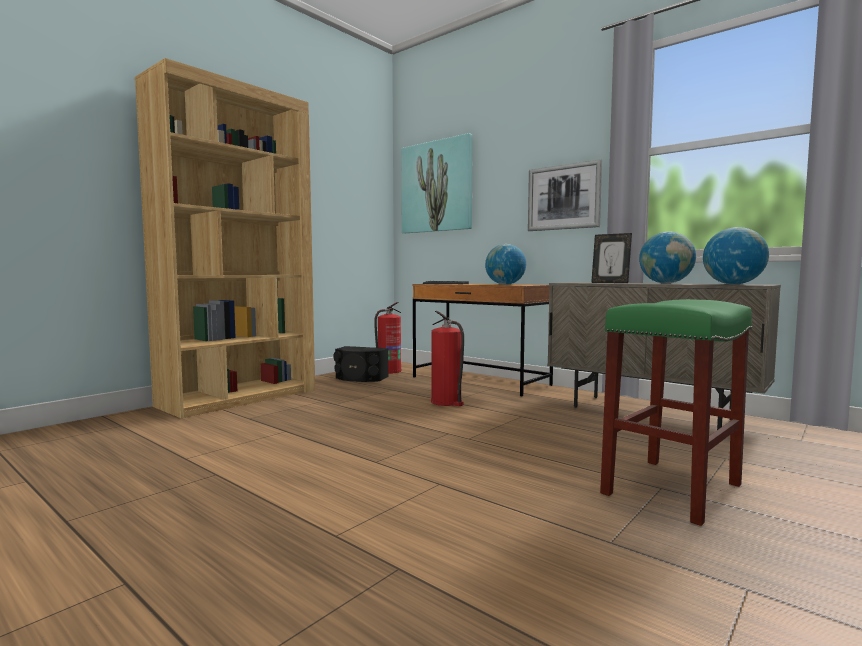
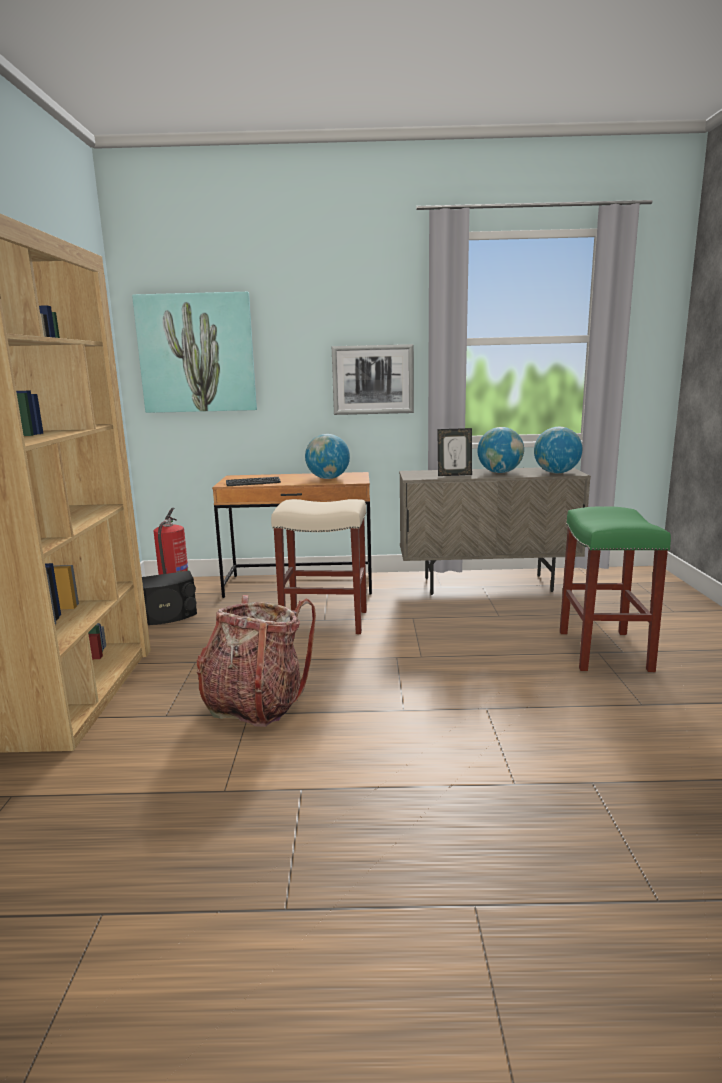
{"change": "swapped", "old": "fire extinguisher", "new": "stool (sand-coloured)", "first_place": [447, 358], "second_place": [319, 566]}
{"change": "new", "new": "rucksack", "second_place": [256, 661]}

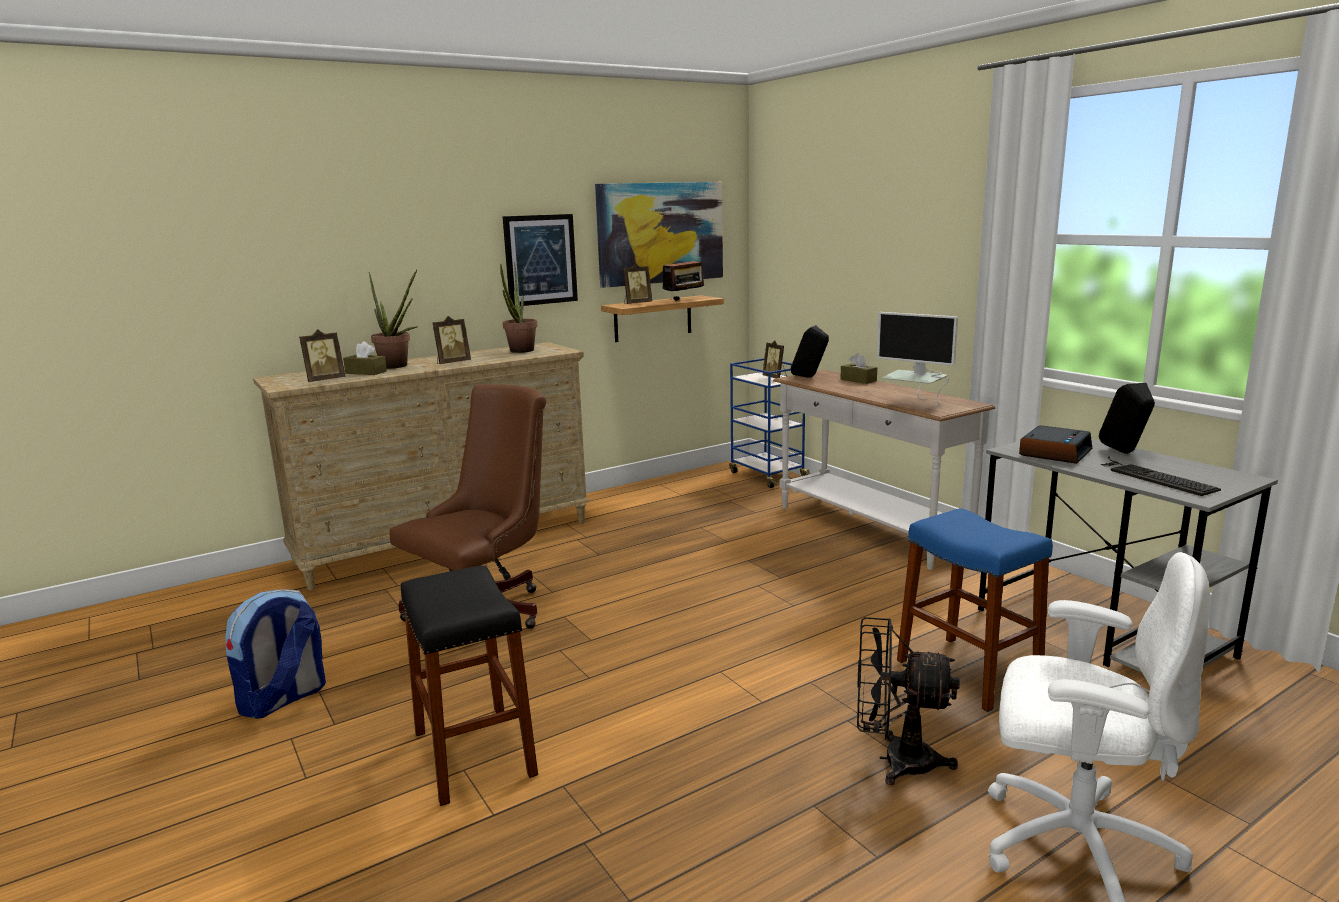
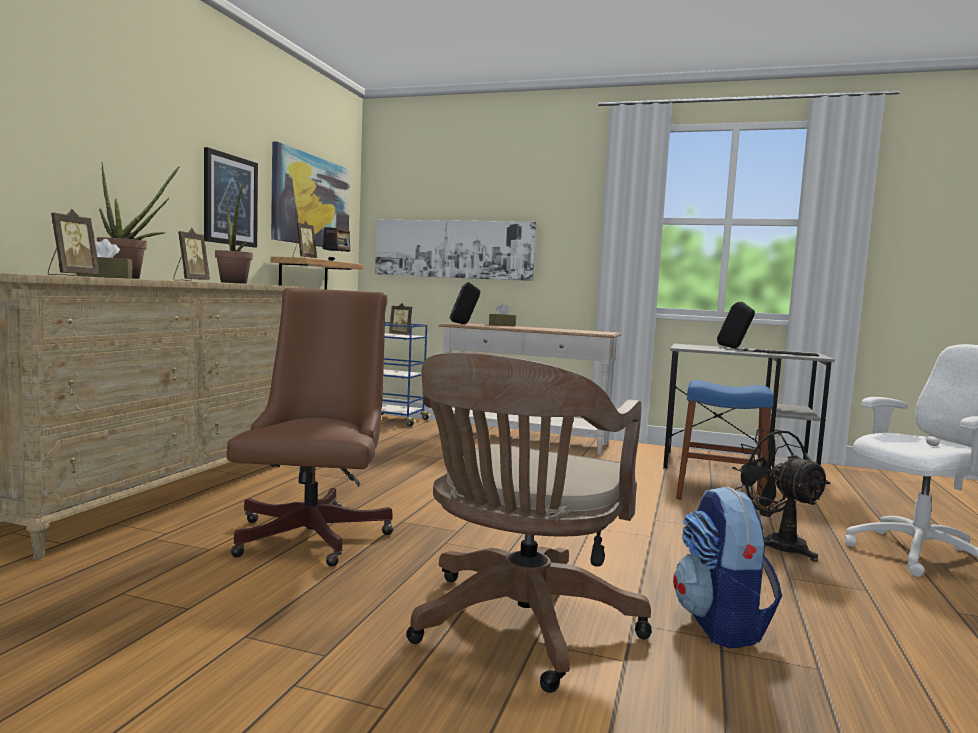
{"change": "shifted", "old": "rucksack", "first_place": [275, 654], "second_place": [727, 567]}
{"change": "swapped", "old": "stool (black)", "new": "office chair (brown-coloured)", "first_place": [469, 685], "second_place": [529, 522]}
{"change": "rotated", "old": "electric fan (black)", "first_place": [908, 701], "second_place": [781, 495], "degrees": 90}
{"change": "gone", "old": "monitor", "first_place": [917, 359]}
{"change": "gone", "old": "alarm clock", "first_place": [1056, 444]}
{"change": "new", "new": "wall picture", "second_place": [456, 250]}

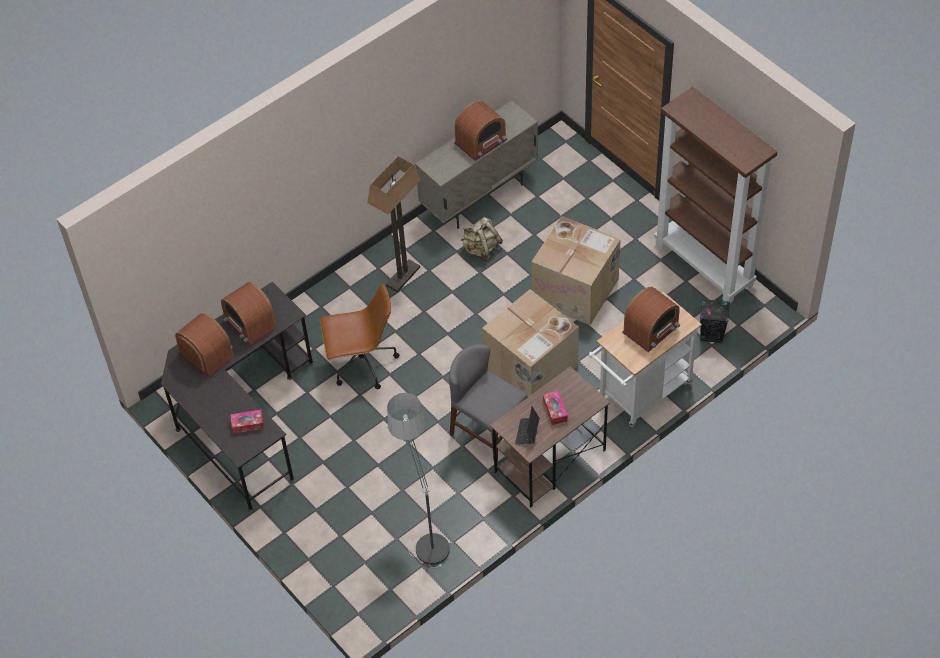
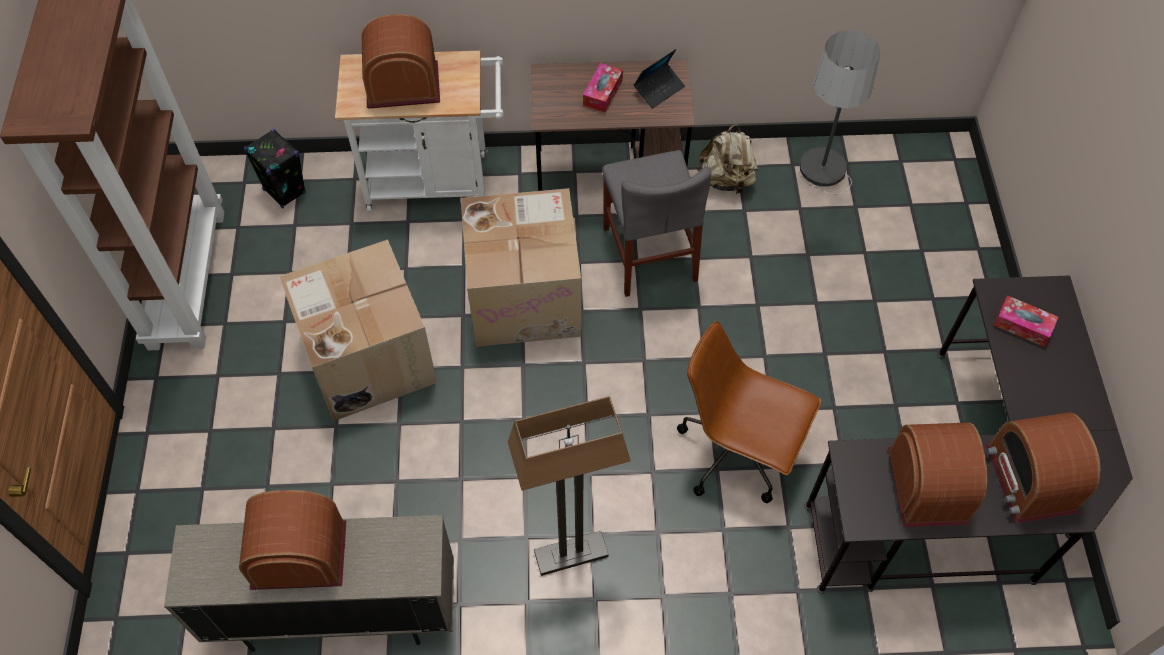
{"change": "shifted", "old": "rucksack (sand-coloured)", "first_place": [482, 239], "second_place": [728, 159]}

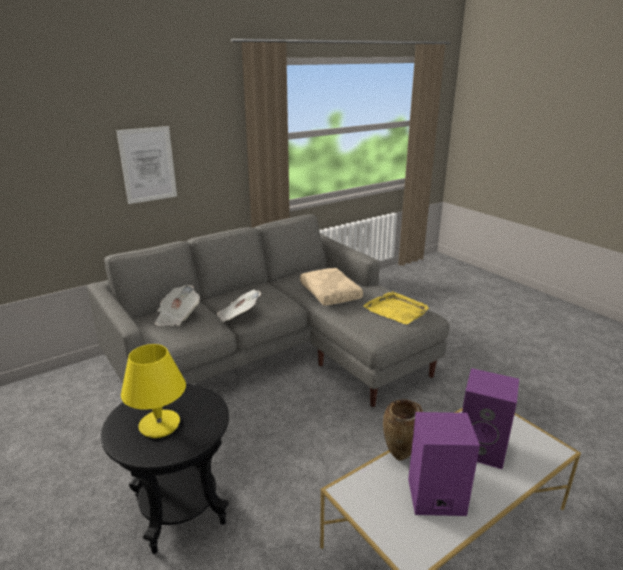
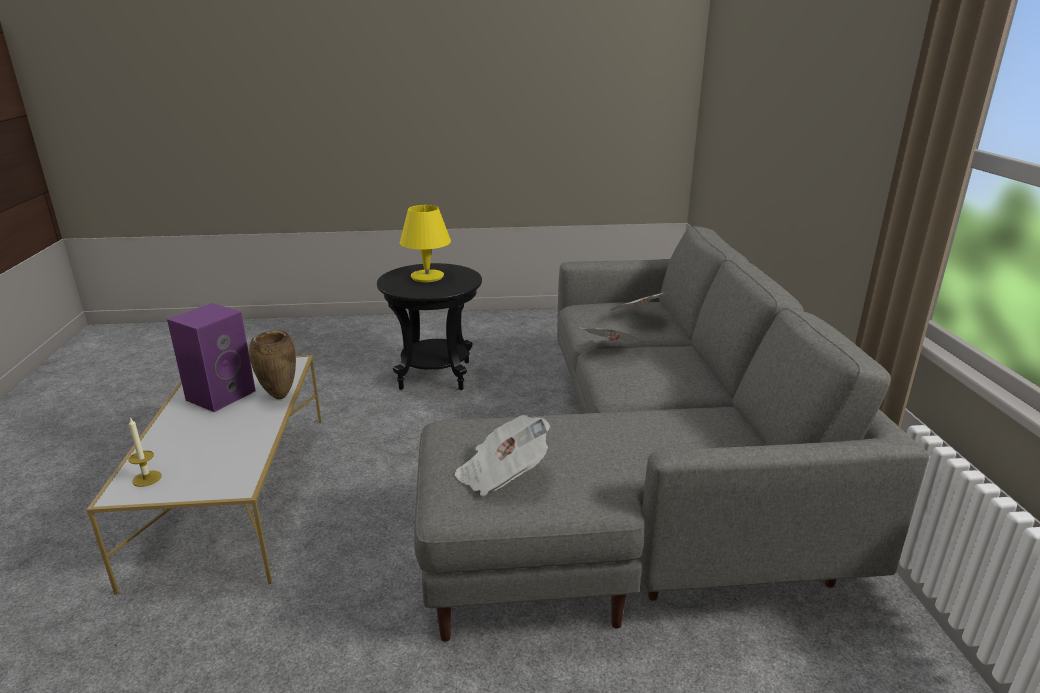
{"change": "gone", "old": "wall picture", "first_place": [146, 165]}
{"change": "gone", "old": "pillow (sand-coloured)", "first_place": [331, 287]}
{"change": "swapped", "old": "carrying tray (yellow-coloured)", "new": "newspaper", "first_place": [397, 307], "second_place": [503, 455]}
{"change": "gone", "old": "loudspeaker (purplish)", "first_place": [490, 418]}
{"change": "new", "new": "wax light", "second_place": [145, 452]}

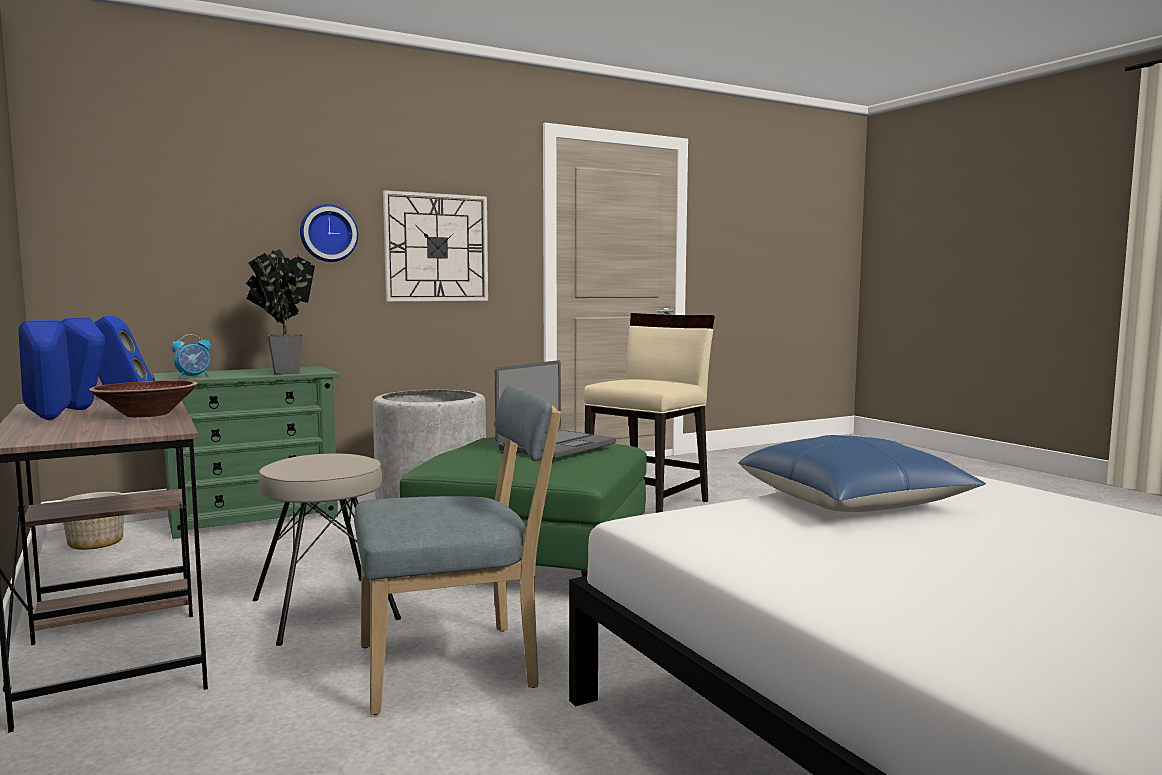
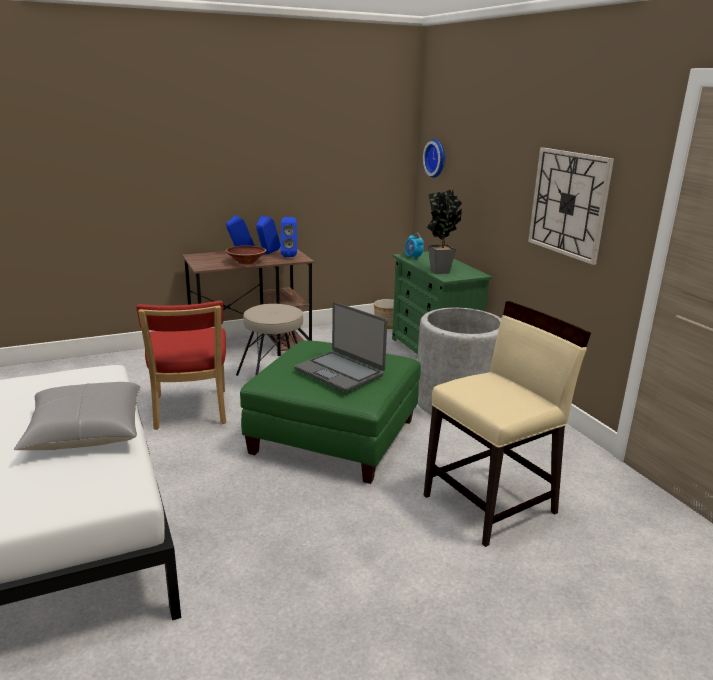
{"change": "shifted", "old": "clock on the wall", "first_place": [329, 233], "second_place": [434, 158]}
{"change": "repainted", "old": "plain chair (bluish)", "new": "plain chair (red-coloured)", "first_place": [457, 550], "second_place": [181, 365]}
{"change": "rotated", "old": "plain chair (sand-coloured)", "first_place": [649, 413], "second_place": [507, 424], "degrees": -75}
{"change": "repainted", "old": "pillow (bluish)", "new": "pillow (grey)", "first_place": [862, 473], "second_place": [77, 416]}

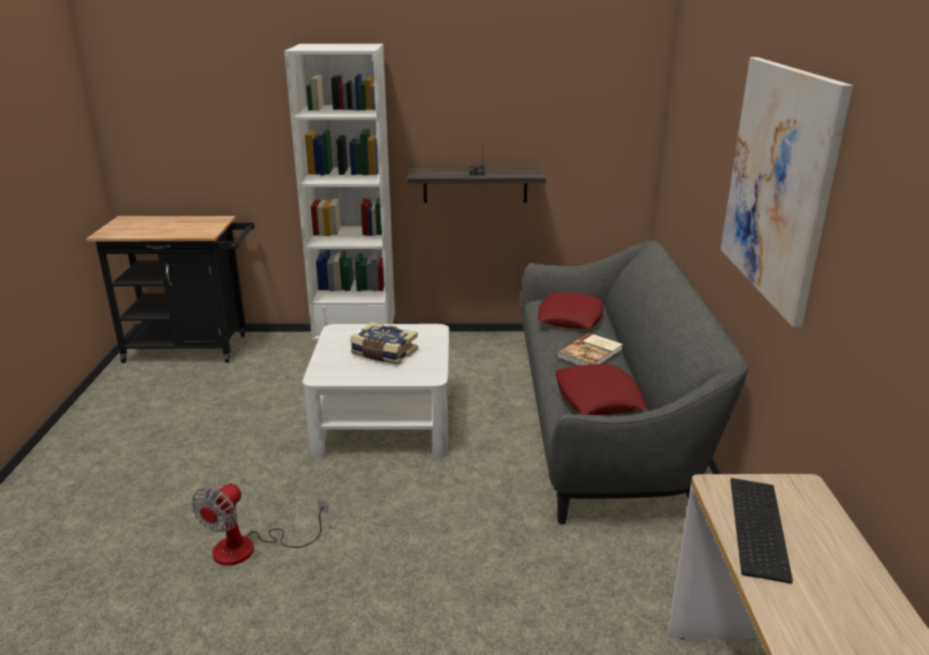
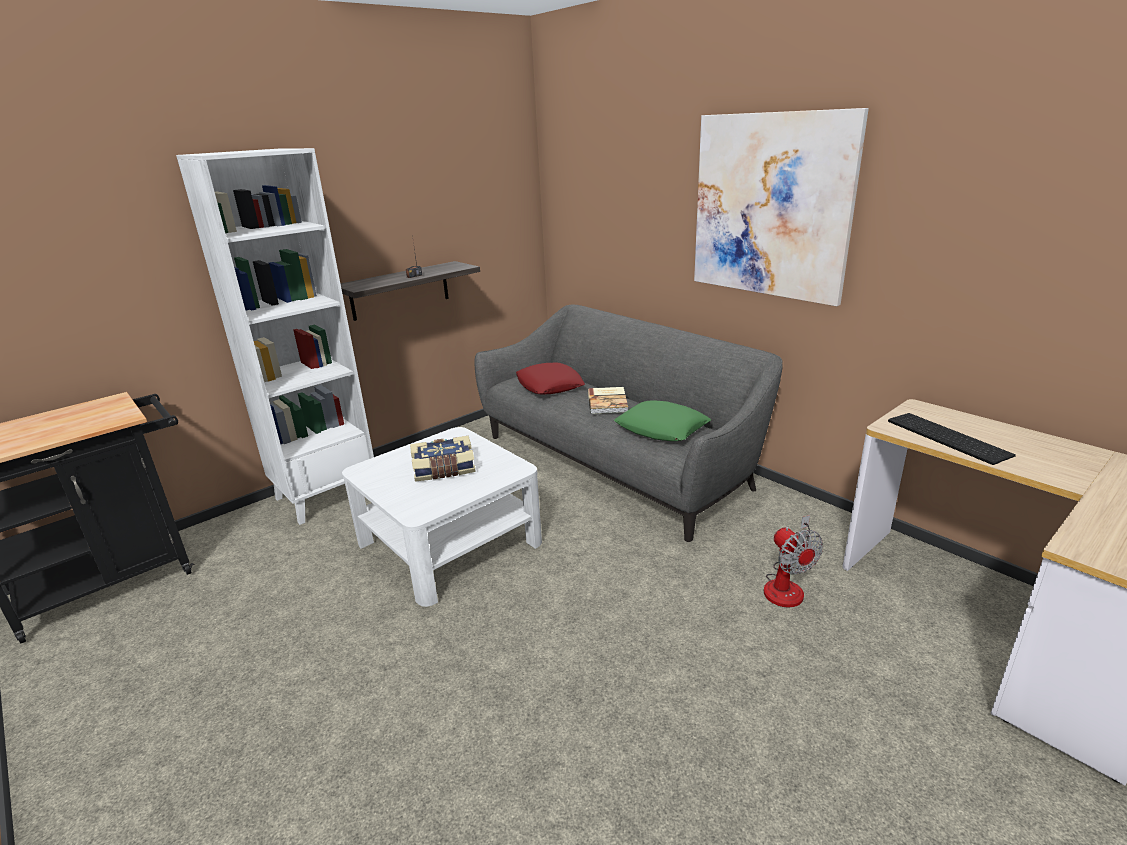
{"change": "shifted", "old": "electric fan", "first_place": [259, 524], "second_place": [793, 561]}
{"change": "repainted", "old": "pillow (red-coloured)", "new": "pillow (green-coloured)", "first_place": [601, 389], "second_place": [662, 420]}

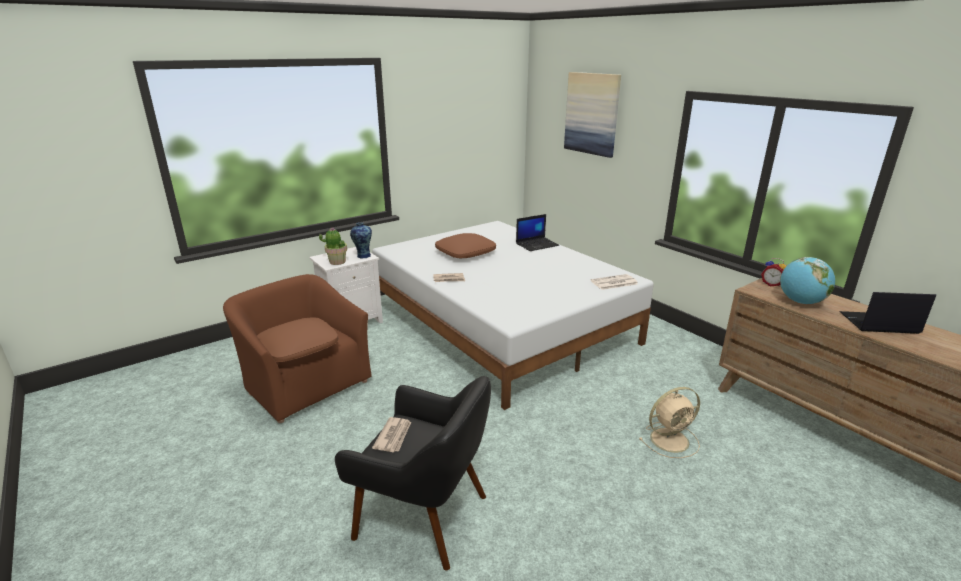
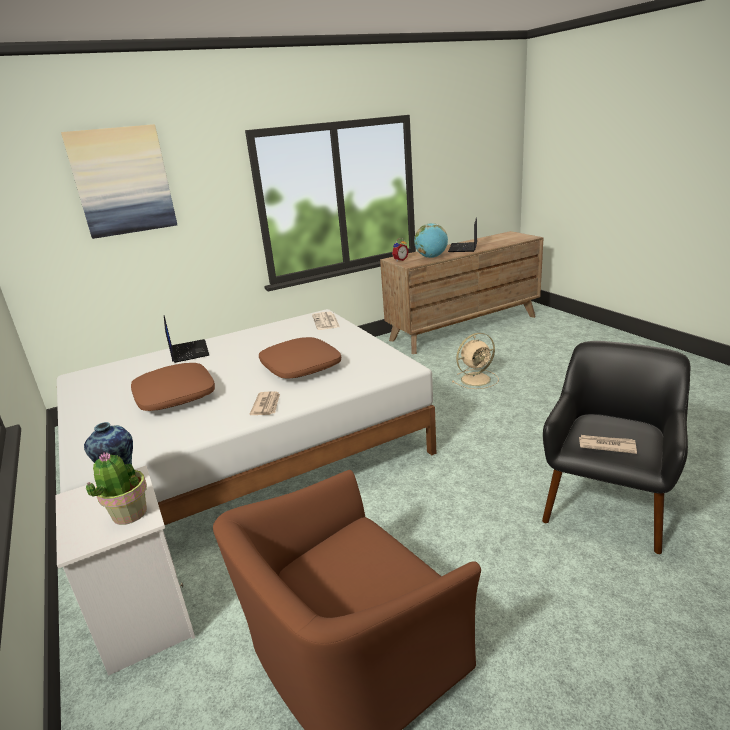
{"change": "shifted", "old": "pillow (brown-coloured)", "first_place": [297, 339], "second_place": [300, 357]}
{"change": "rotated", "old": "electric fan (sand-coloured)", "first_place": [669, 422], "second_place": [475, 361], "degrees": 75}

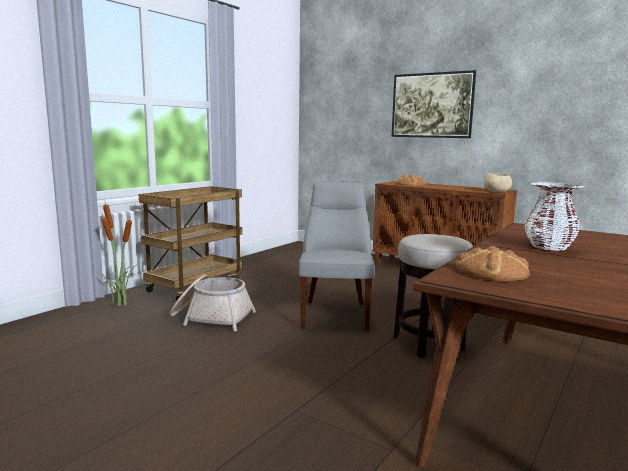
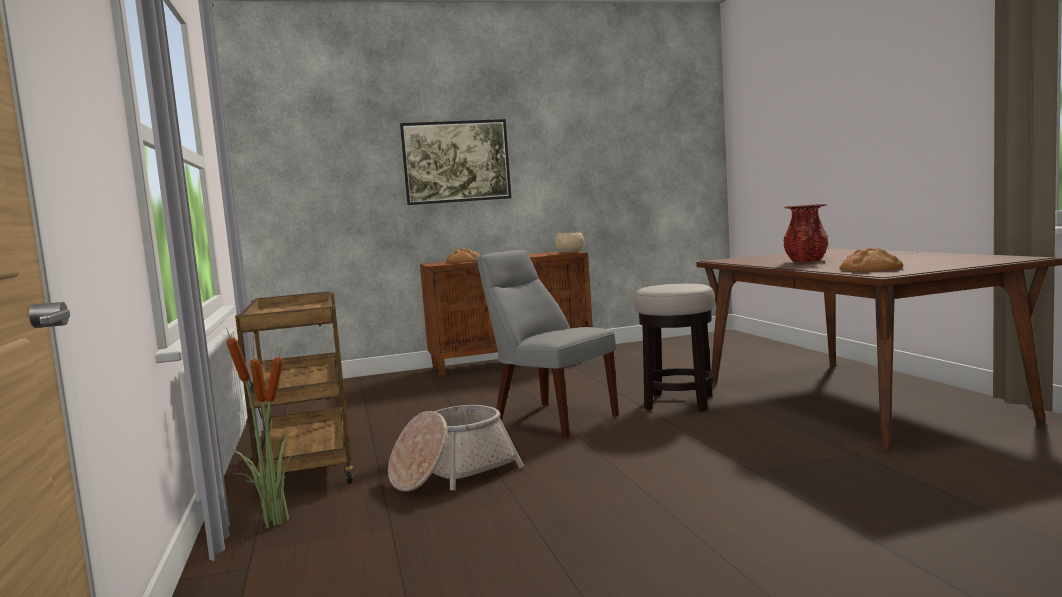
{"change": "repainted", "old": "decorative vase (whitish)", "new": "decorative vase (red-coloured)", "first_place": [554, 216], "second_place": [806, 233]}

